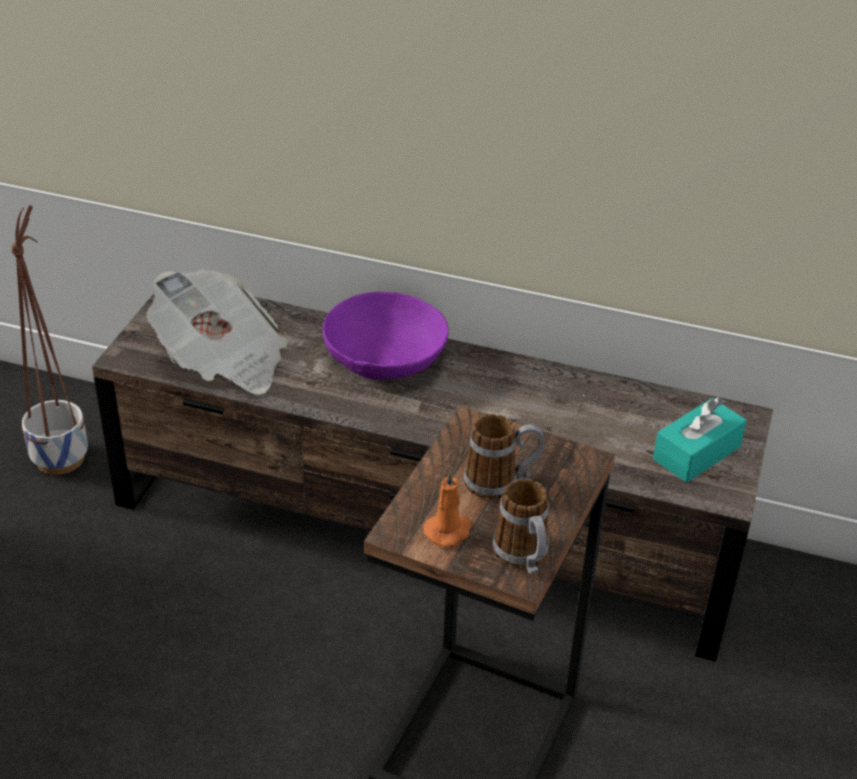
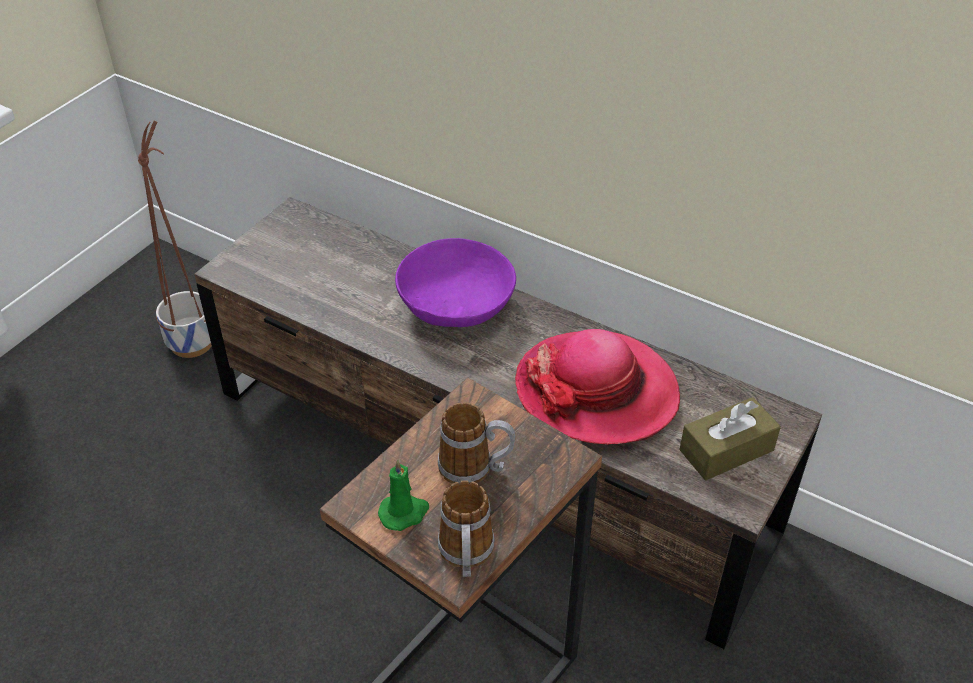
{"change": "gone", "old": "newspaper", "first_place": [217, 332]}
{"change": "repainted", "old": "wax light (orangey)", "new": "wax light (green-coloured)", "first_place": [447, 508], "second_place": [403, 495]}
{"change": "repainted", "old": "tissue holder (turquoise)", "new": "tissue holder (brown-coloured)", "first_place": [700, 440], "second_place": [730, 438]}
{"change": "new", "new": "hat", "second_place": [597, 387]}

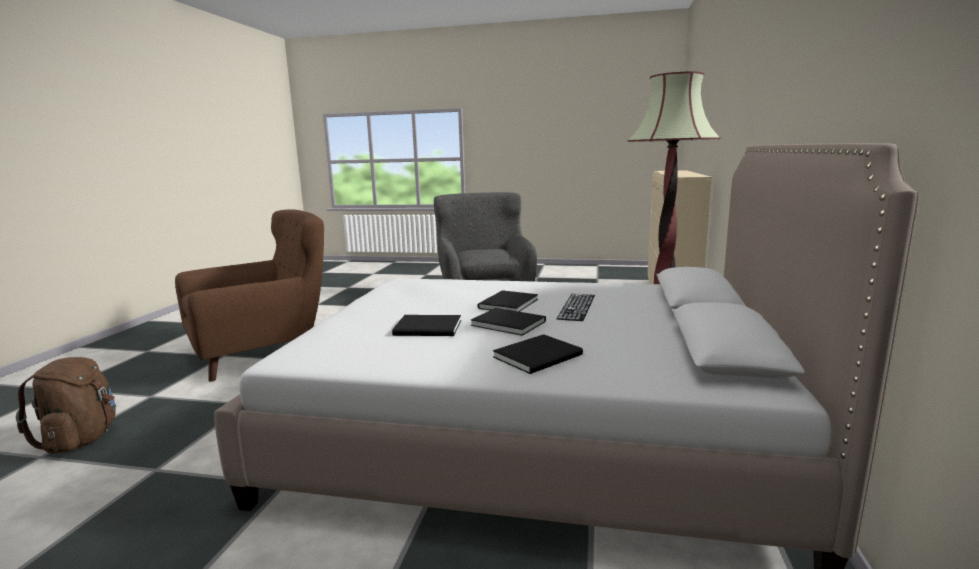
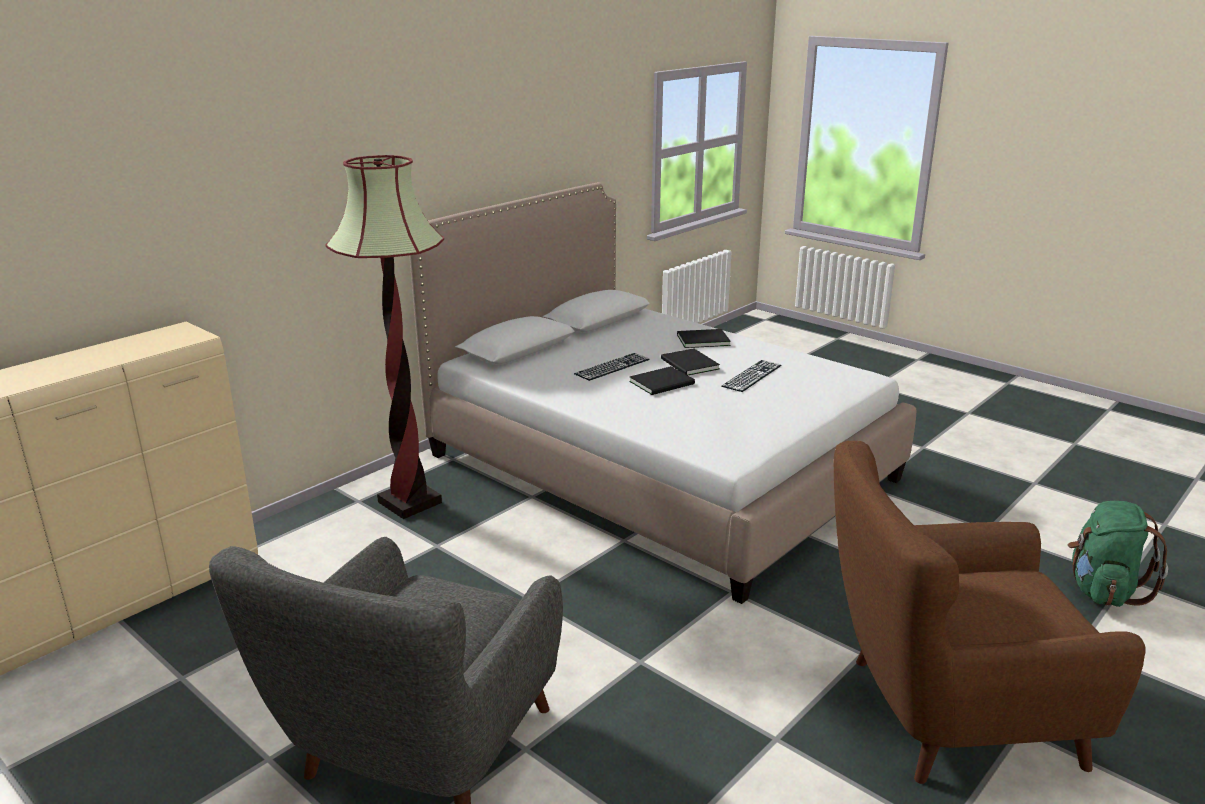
{"change": "repainted", "old": "rucksack (brown-coloured)", "new": "rucksack (green-coloured)", "first_place": [66, 405], "second_place": [1118, 554]}
{"change": "swapped", "old": "volume (black)", "new": "keyboard", "first_place": [426, 325], "second_place": [751, 376]}

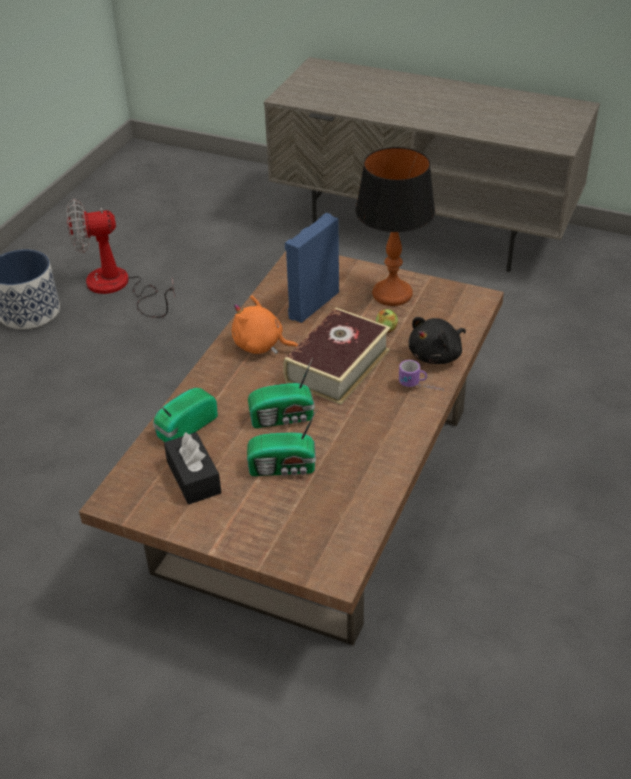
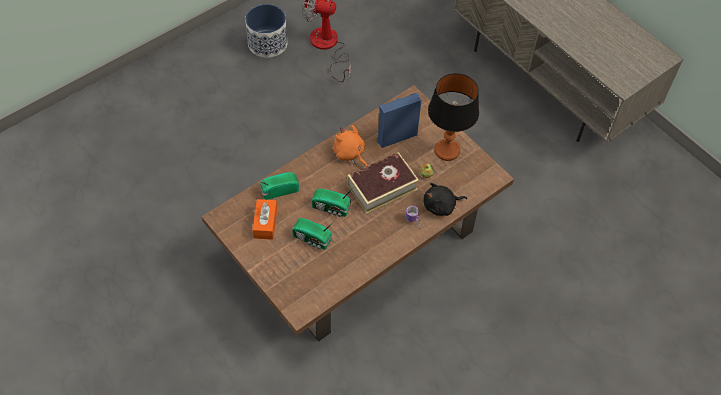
{"change": "repainted", "old": "tissue holder (black)", "new": "tissue holder (orangey)", "first_place": [192, 468], "second_place": [265, 219]}

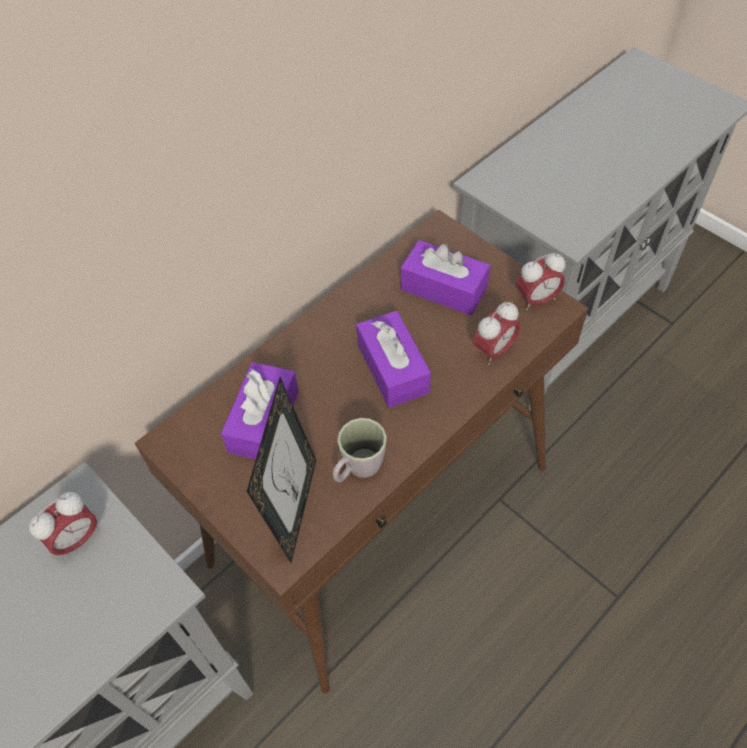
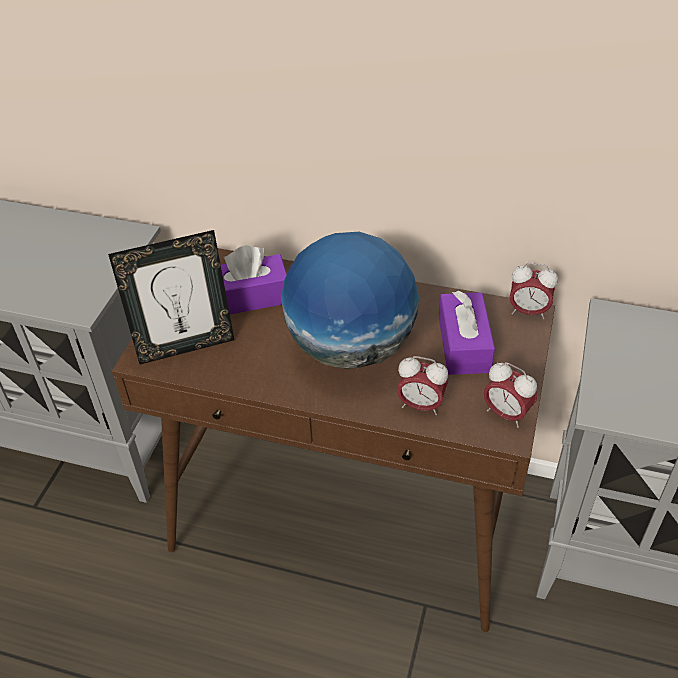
{"change": "shifted", "old": "alarm clock", "first_place": [64, 525], "second_place": [534, 291]}
{"change": "gone", "old": "coffee mug (grey)", "first_place": [360, 450]}
{"change": "swapped", "old": "tissue holder (purplish)", "new": "world globe", "first_place": [393, 359], "second_place": [350, 300]}

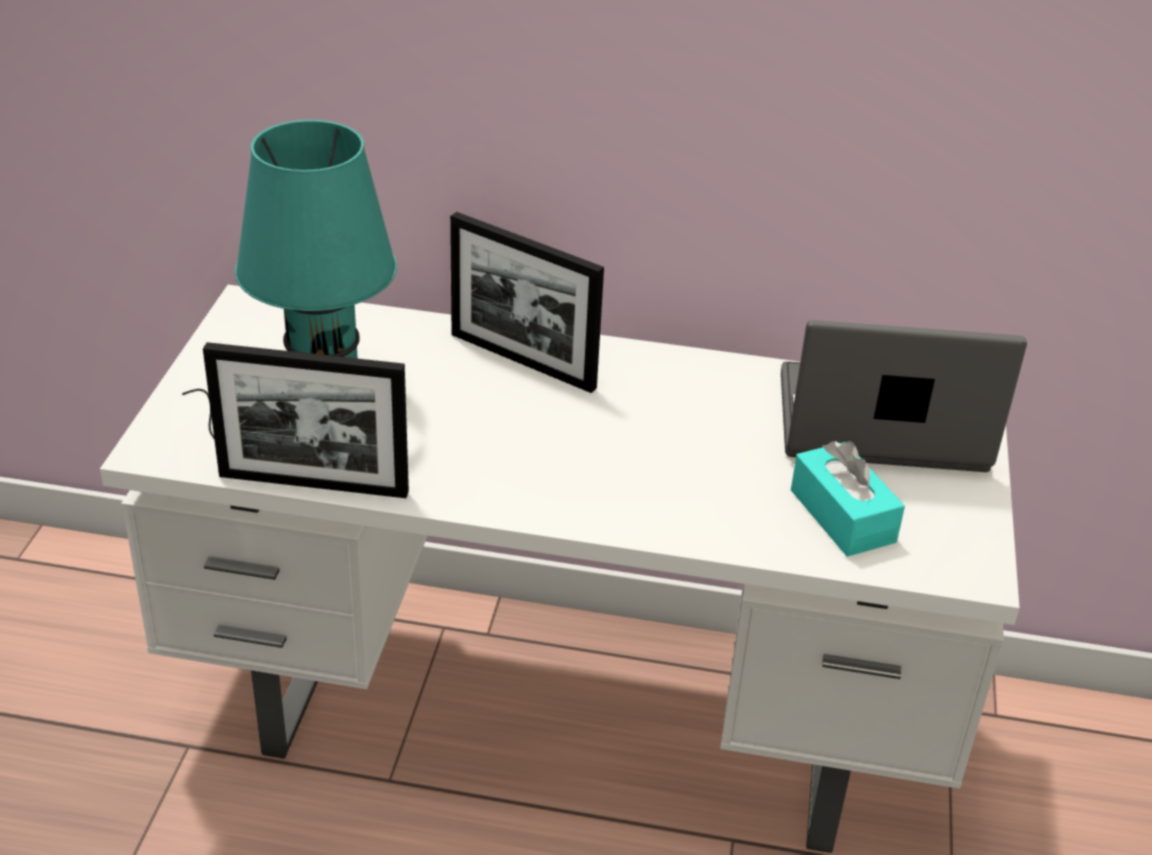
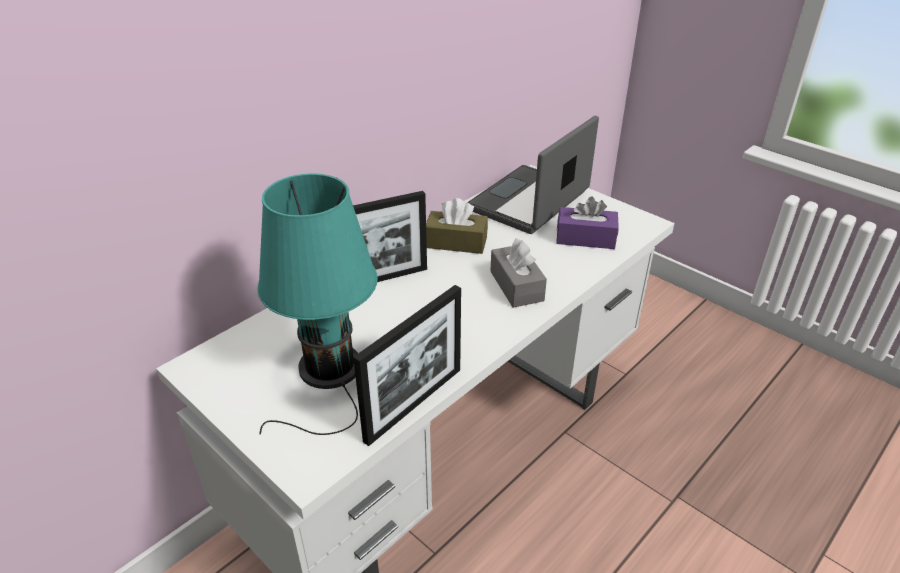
{"change": "repainted", "old": "tissue holder (turquoise)", "new": "tissue holder (purplish)", "first_place": [848, 499], "second_place": [587, 222]}
{"change": "new", "new": "tissue holder (brown-coloured)", "second_place": [457, 226]}
{"change": "new", "new": "tissue holder (grey)", "second_place": [518, 273]}

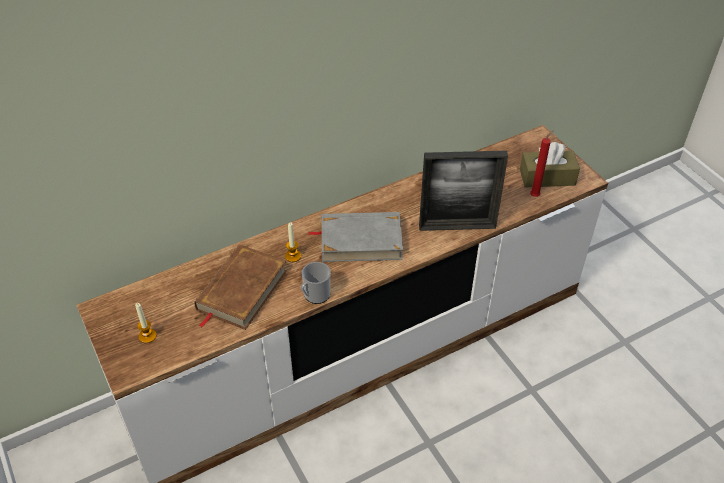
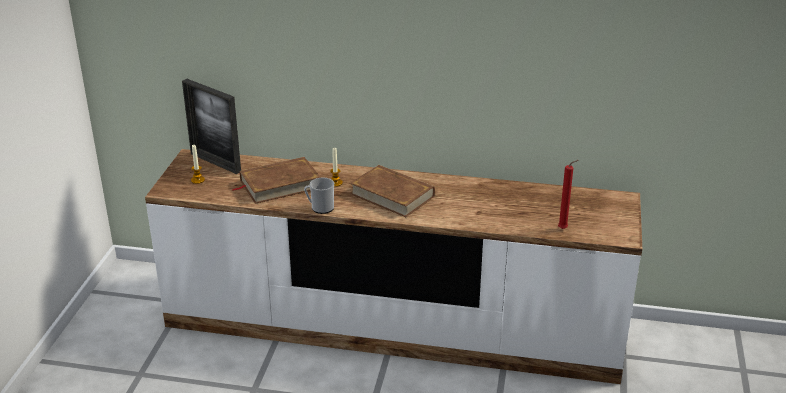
{"change": "repainted", "old": "volume (grey)", "new": "volume (brown-coloured)", "first_place": [355, 237], "second_place": [392, 191]}
{"change": "shifted", "old": "standing frame", "first_place": [463, 191], "second_place": [211, 126]}
{"change": "gone", "old": "tissue holder (brown-coloured)", "first_place": [550, 165]}

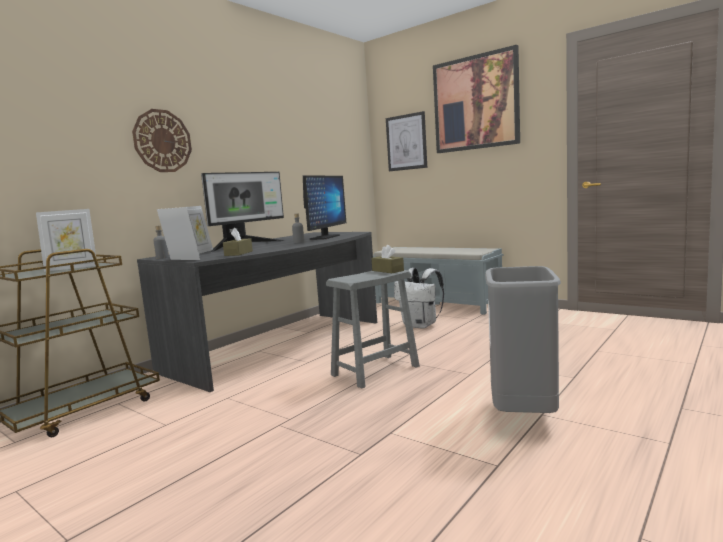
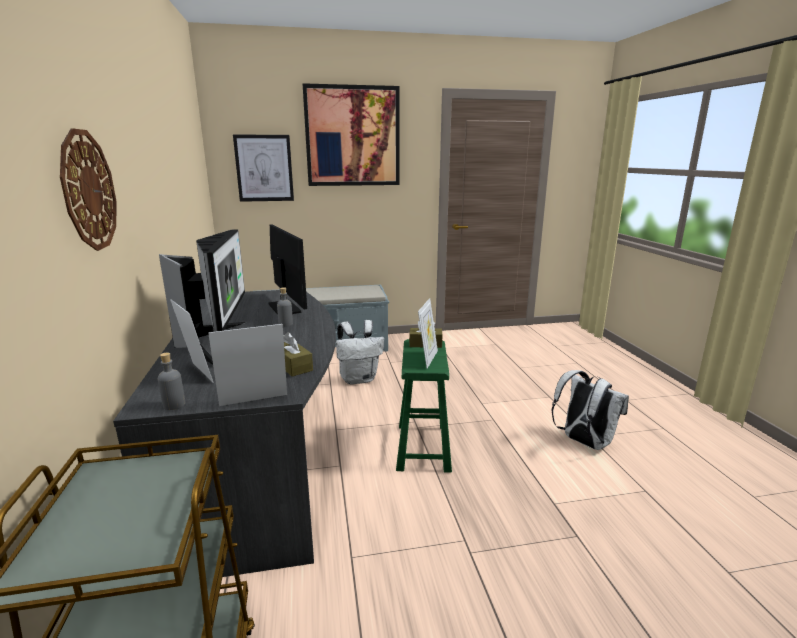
{"change": "shifted", "old": "standing frame", "first_place": [66, 240], "second_place": [428, 333]}
{"change": "repainted", "old": "stool (grey)", "new": "stool (green-coloured)", "first_place": [373, 329], "second_place": [424, 406]}
{"change": "swapped", "old": "trash can (grey)", "new": "rucksack (whitish)", "first_place": [523, 339], "second_place": [590, 410]}

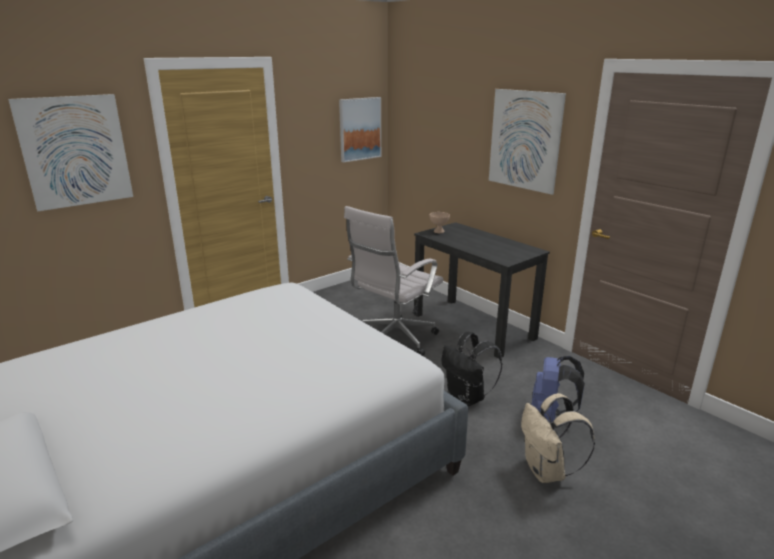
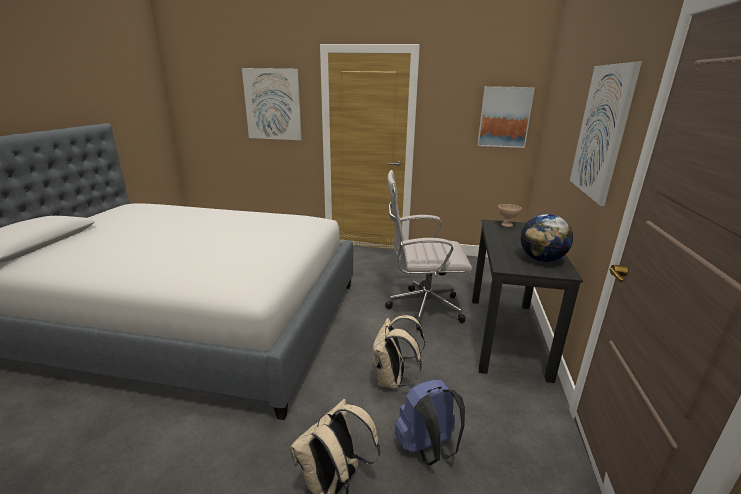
{"change": "repainted", "old": "rucksack (black)", "new": "rucksack (sand-coloured)", "first_place": [471, 369], "second_place": [398, 352]}
{"change": "new", "new": "world globe", "second_place": [546, 238]}

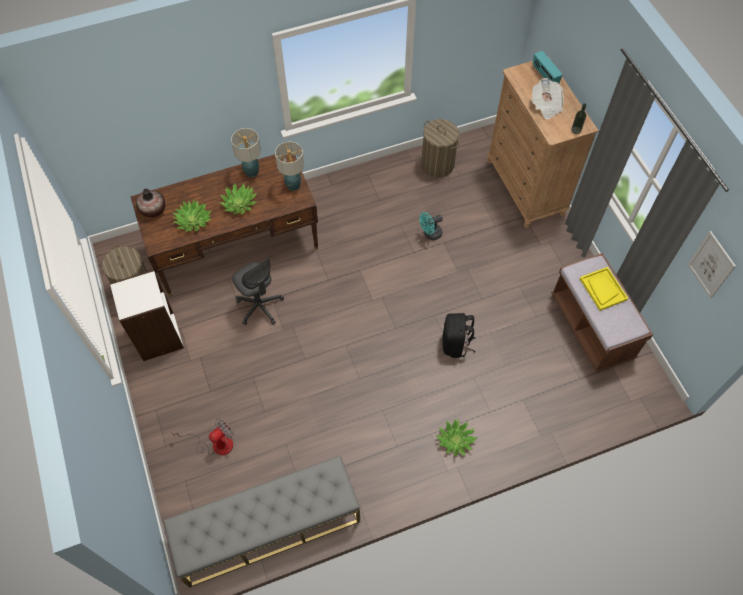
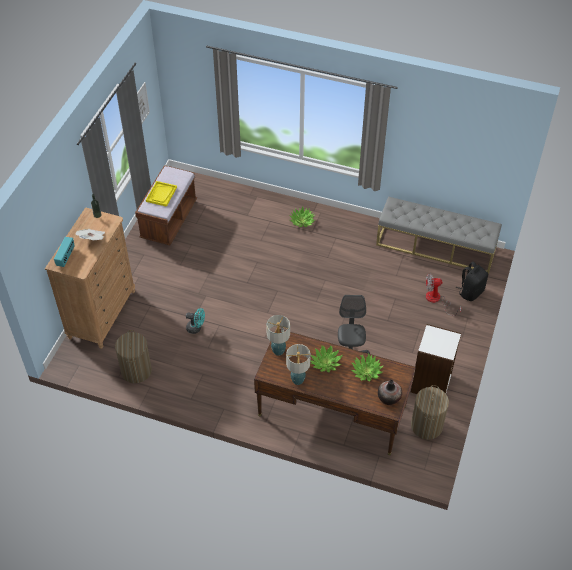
{"change": "shifted", "old": "rucksack (black)", "first_place": [459, 335], "second_place": [472, 281]}

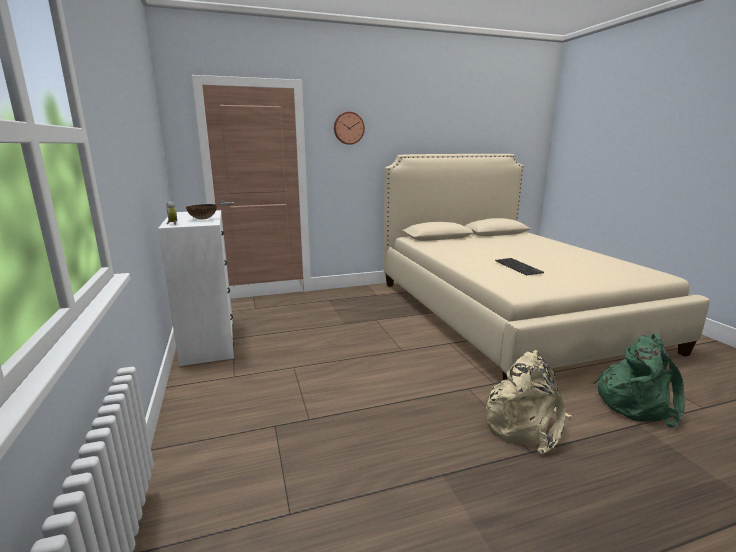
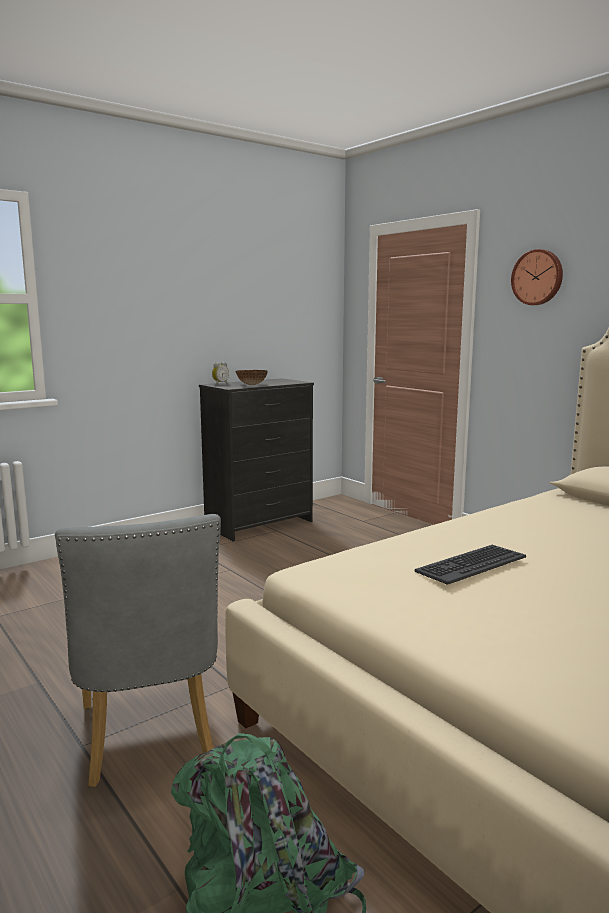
{"change": "repainted", "old": "drawer chest (whitish)", "new": "drawer chest (black)", "first_place": [196, 288], "second_place": [256, 459]}
{"change": "swapped", "old": "rucksack (sand-coloured)", "new": "plain chair (grey)", "first_place": [529, 402], "second_place": [138, 650]}

